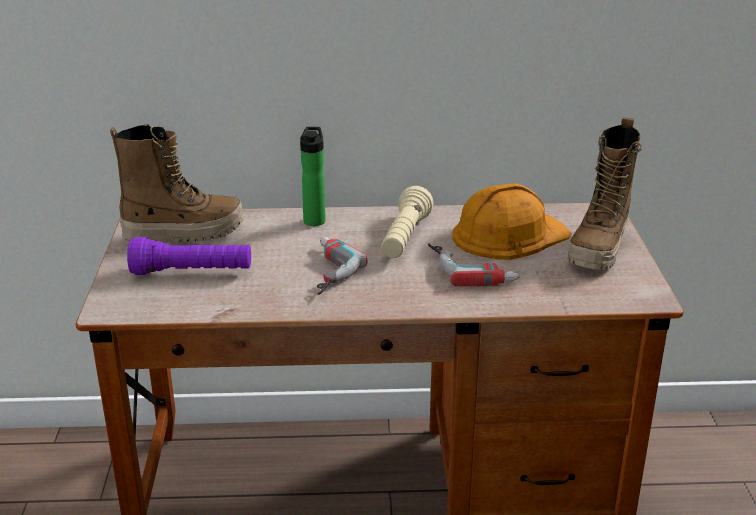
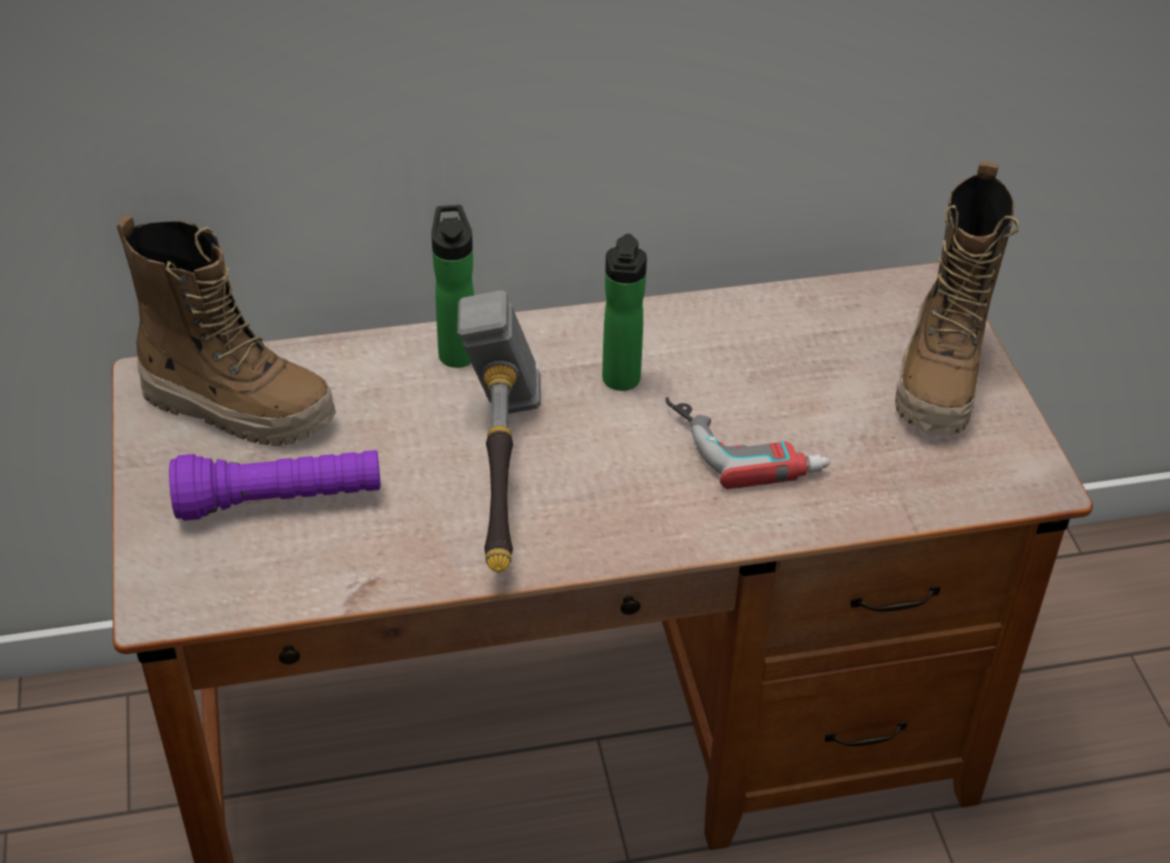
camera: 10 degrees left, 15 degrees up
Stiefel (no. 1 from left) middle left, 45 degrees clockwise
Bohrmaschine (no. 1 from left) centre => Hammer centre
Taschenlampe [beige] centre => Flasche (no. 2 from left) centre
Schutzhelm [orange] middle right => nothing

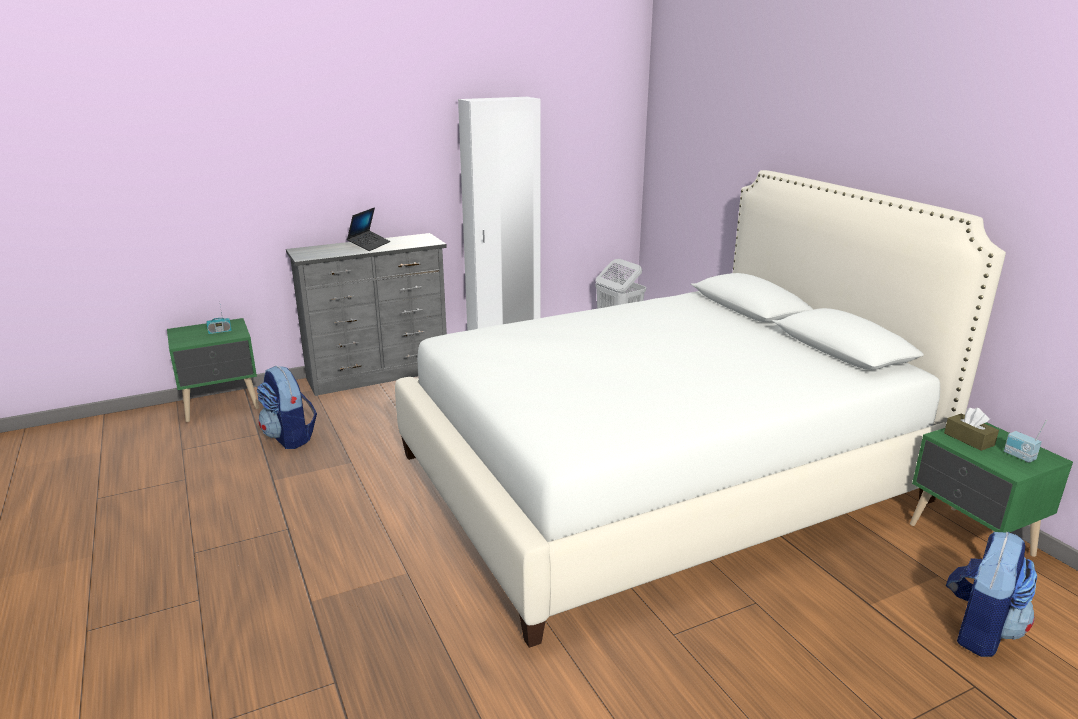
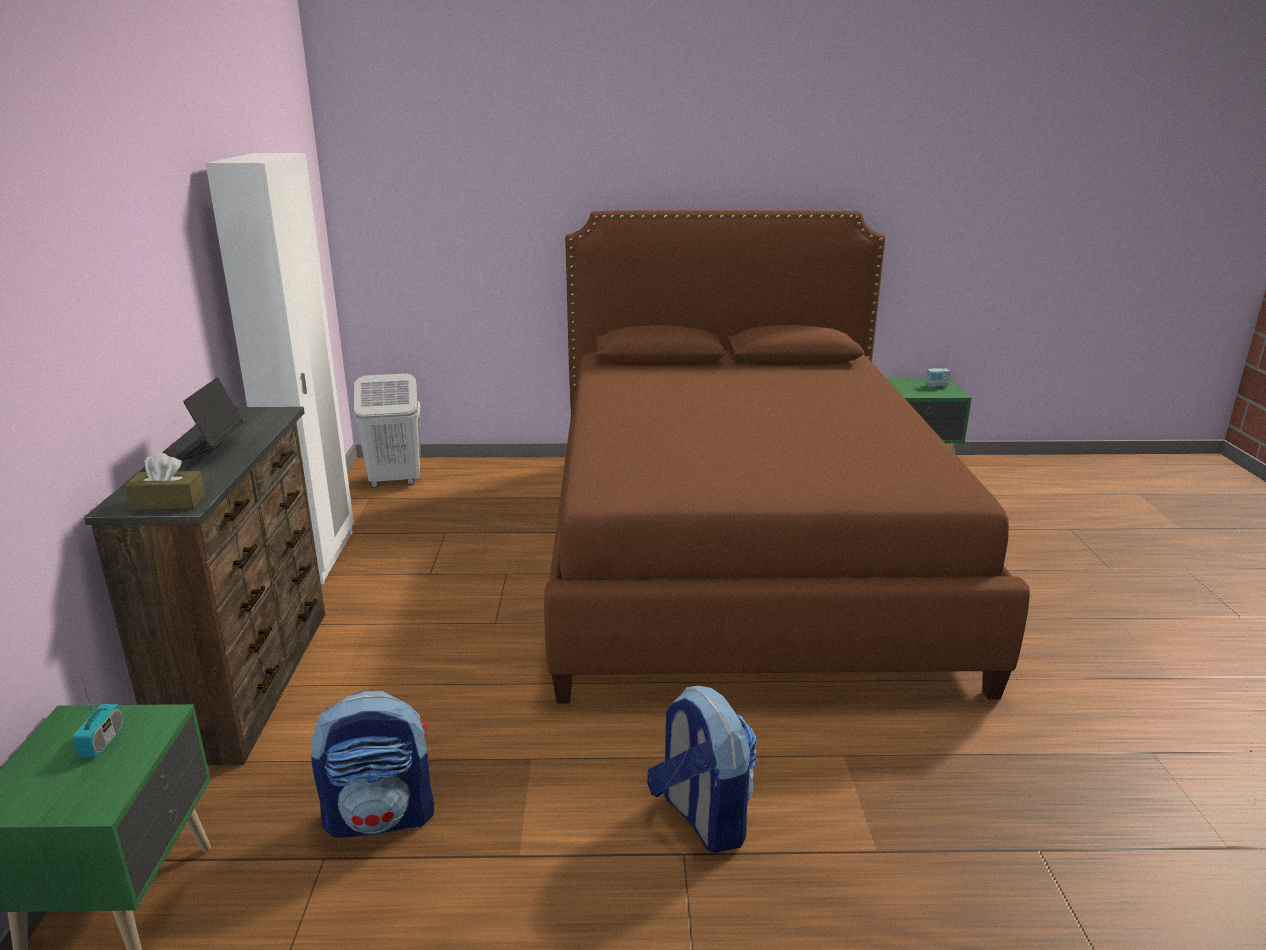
camera: 65 degrees left, 0 degrees up
Kommode [grau] centre => Kommode [braun] middle left
Laptop top centre => Laptop middle left, 135 degrees counterclockwise
Bett [weiß] centre => Bett [braun] centre
Taschentuchbox [braun] middle right => Taschentuchbox [braun] middle left, shifted
Rucksack (no. 2 from left) bottom right => Rucksack (no. 2 from left) bottom centre, shifted

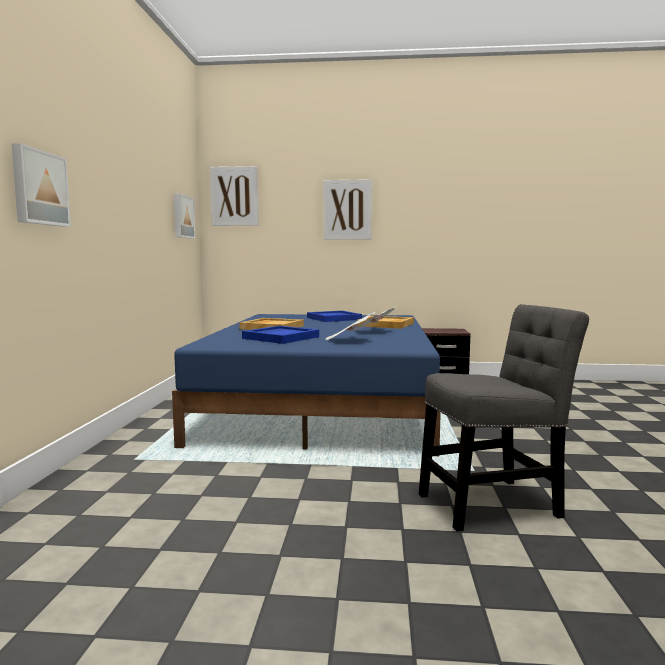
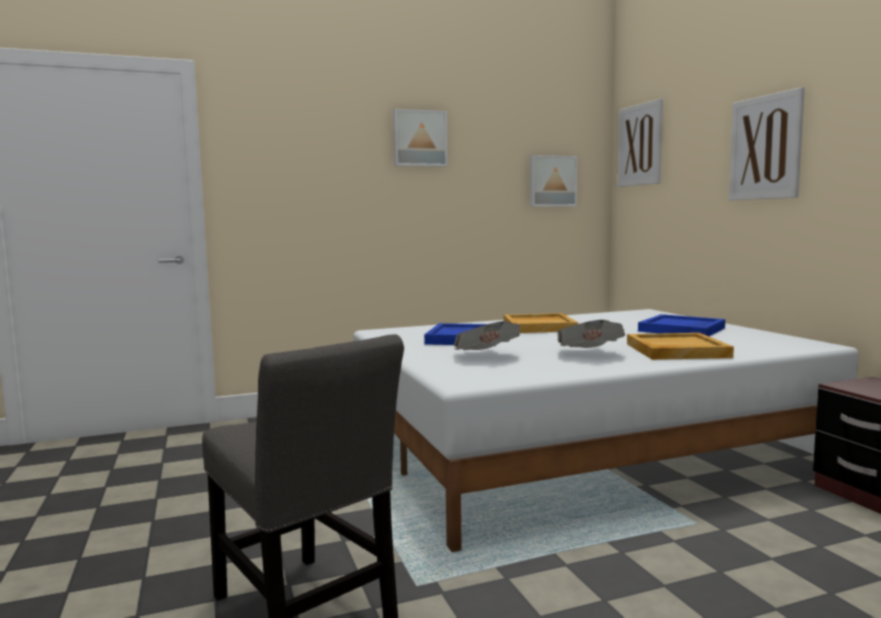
camera: 65 degrees right, 0 degrees up
Bild (no. 1 from left) top left => Bild (no. 1 from left) top centre, shifted
Bett [blau] centre => Bett [weiß] bottom right

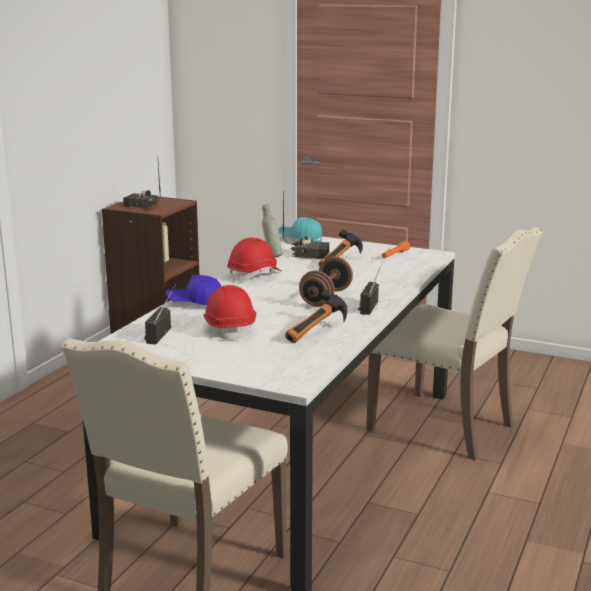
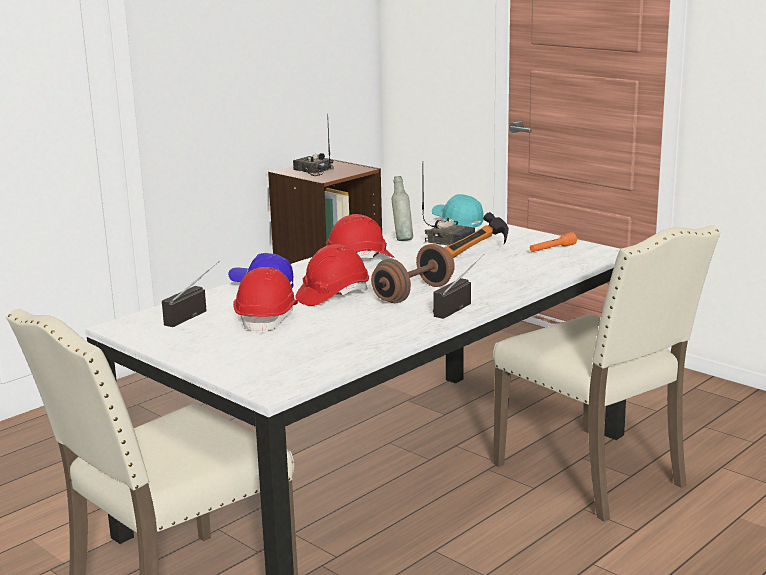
camera: 20 degrees right, 0 degrees up
Hammer (no. 1 from left) centre => nothing
nothing => Schutzhelm [rot] (no. 2 from left) centre

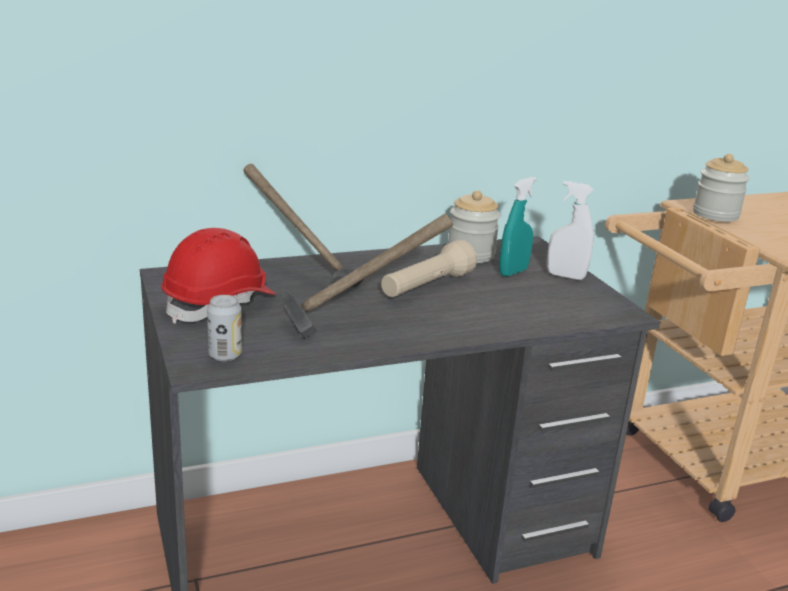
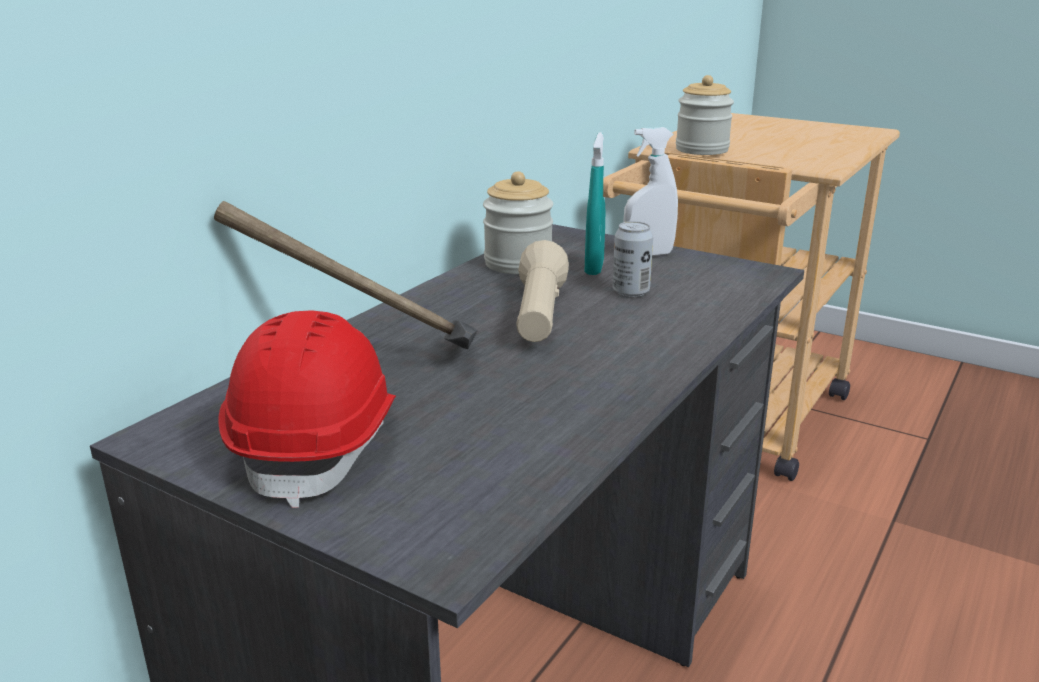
camera: 35 degrees left, 0 degrees up
Dose middle left => Dose centre, shifted
Hammer (no. 2 from left) centre => nothing

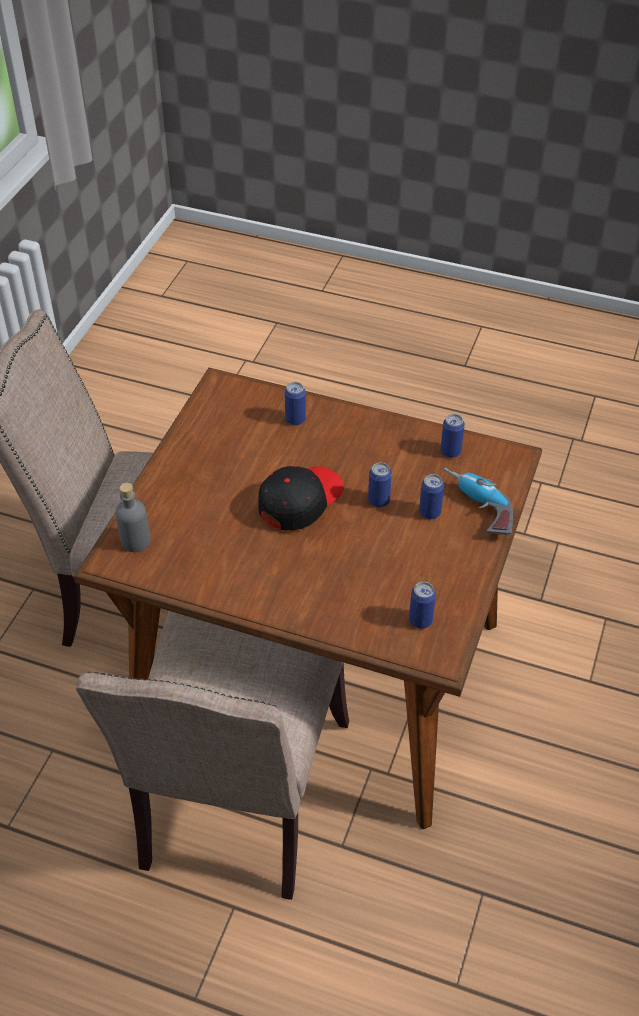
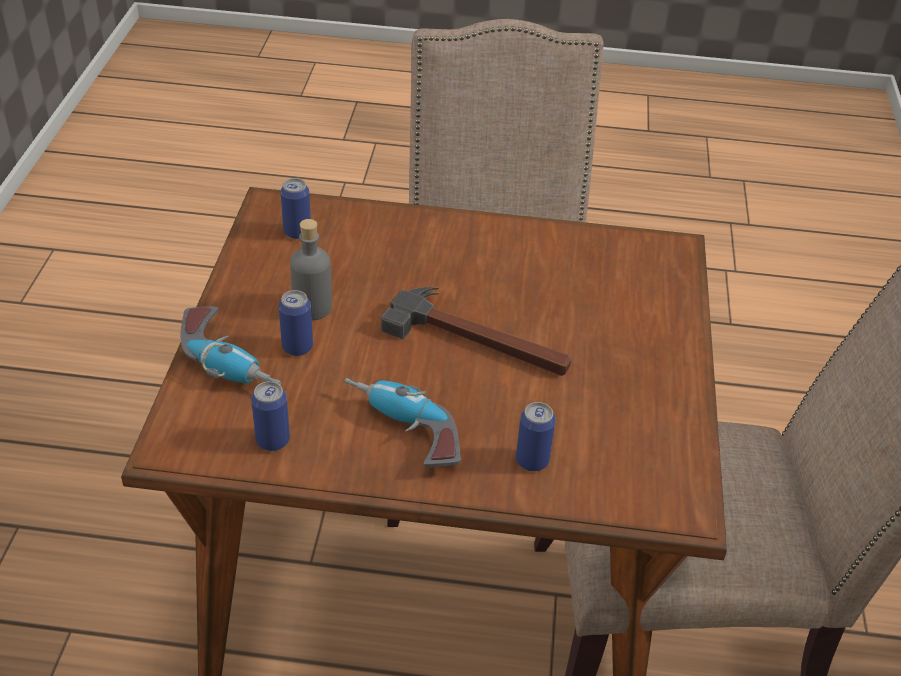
camera: 165 degrees right, 5 degrees down
Flasche [grau] middle left => Flasche [grau] centre, shifted
Kappe [schwarz] centre => Hammer centre
Dose (no. 2 from left) centre => nothing
nothing => Bohrmaschine (no. 2 from left) centre

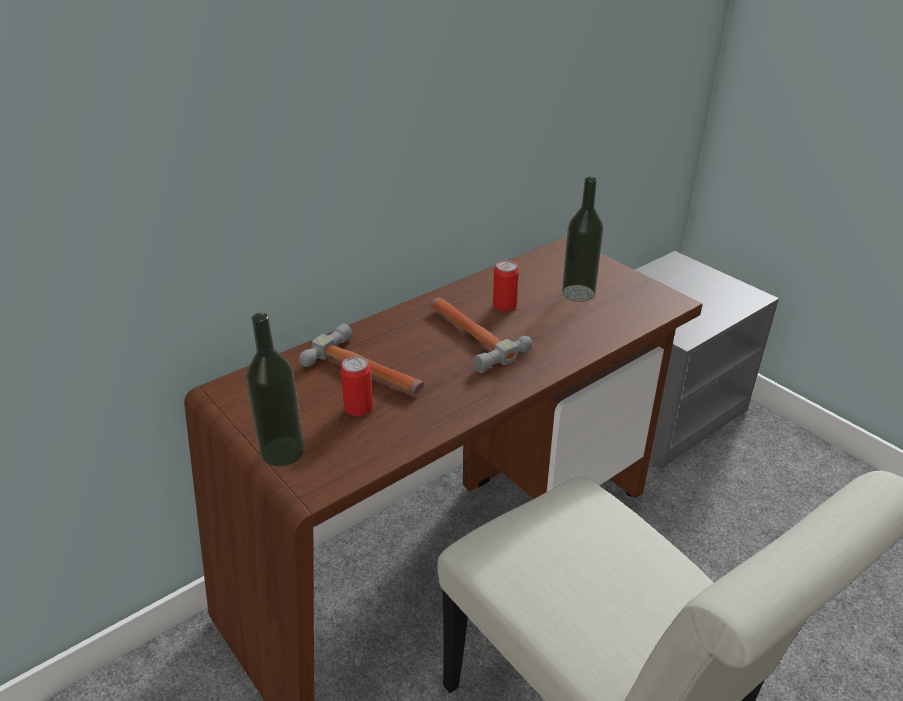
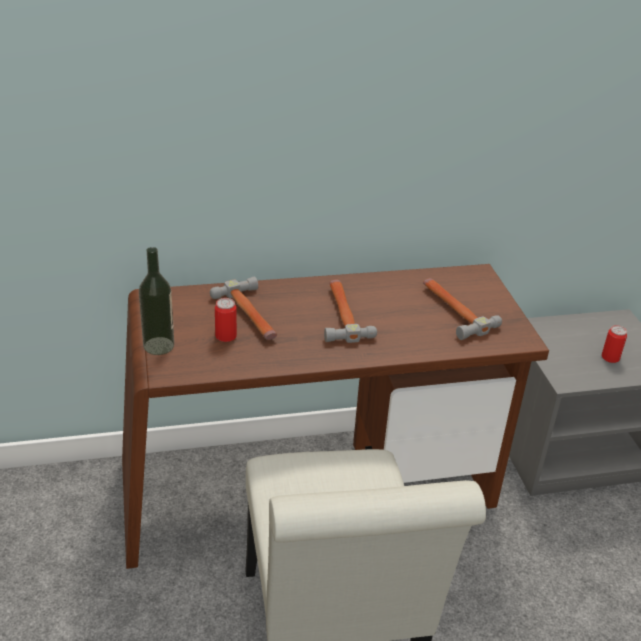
camera: 25 degrees right, 0 degrees up
Dose (no. 2 from left) centre => Dose (no. 2 from left) middle right, shifted
Flasche (no. 2 from left) centre => Hammer (no. 3 from left) middle right

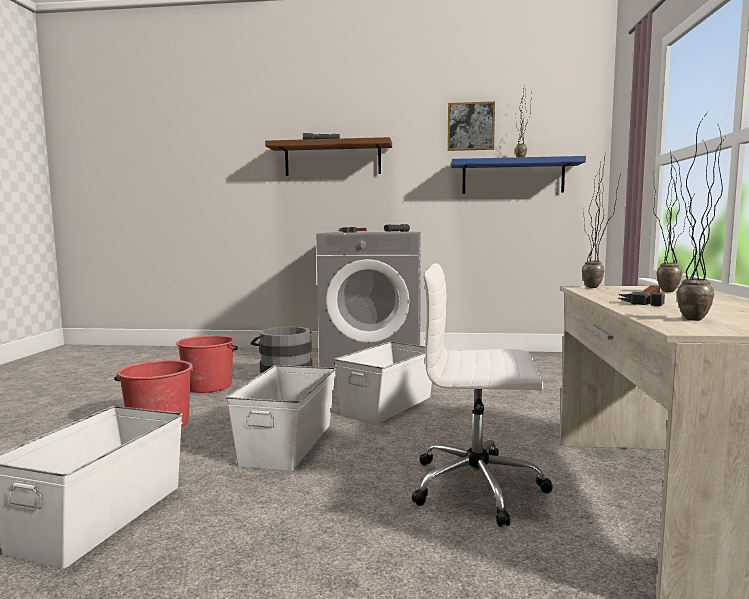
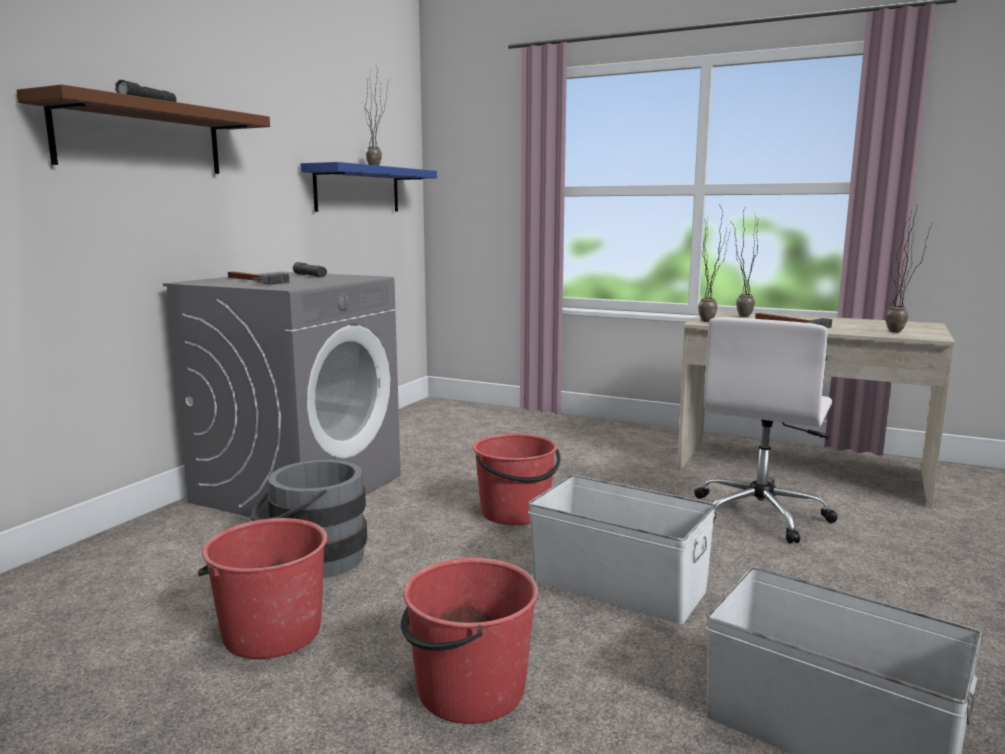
camera: 70 degrees left, 5 degrees up
Aufbewahrungsbox [weiß] (no. 3 from left) centre => Eimer [rot] (no. 3 from left) centre
Bild top centre => nothing

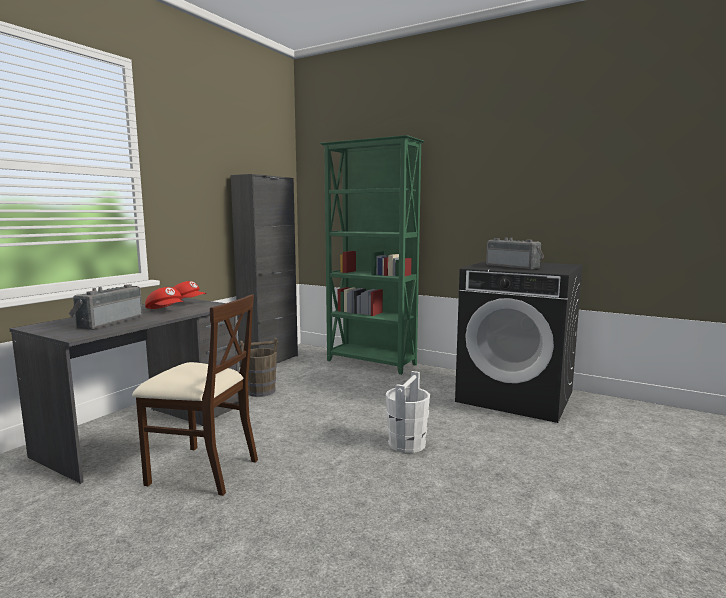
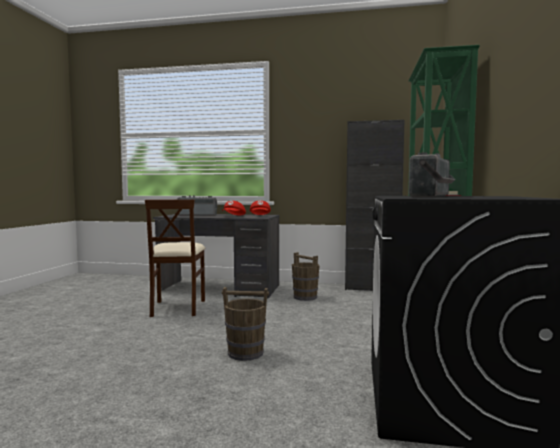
camera: 70 degrees right, 5 degrees down
Eimer [weiß] bottom centre => Eimer [braun] (no. 1 from left) bottom centre

